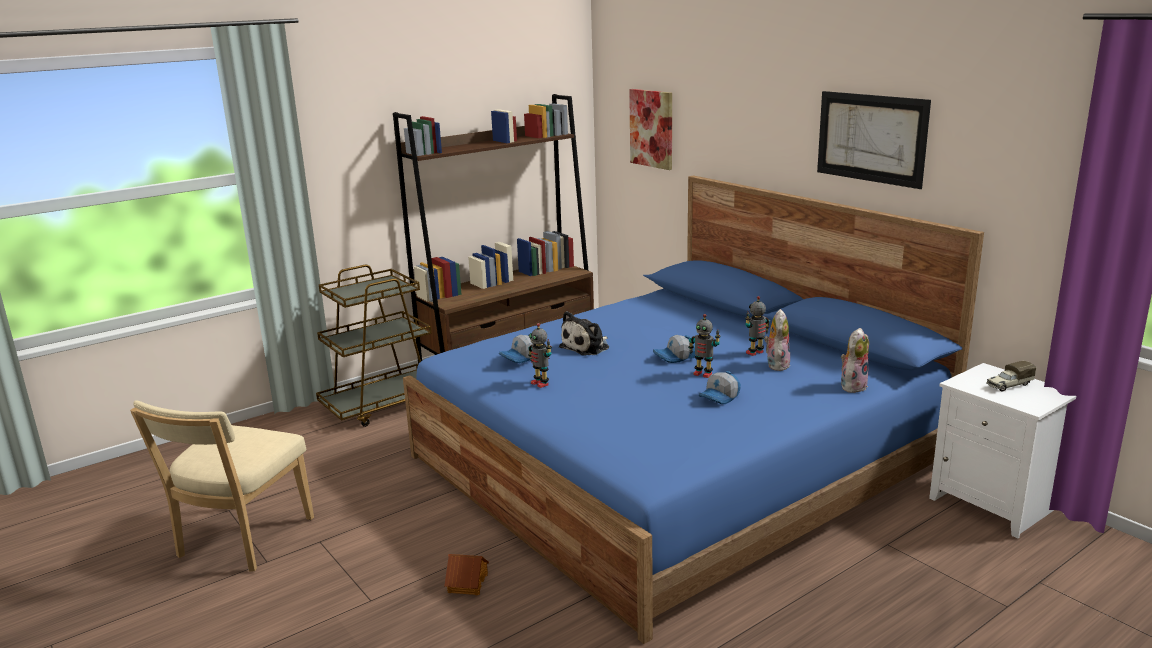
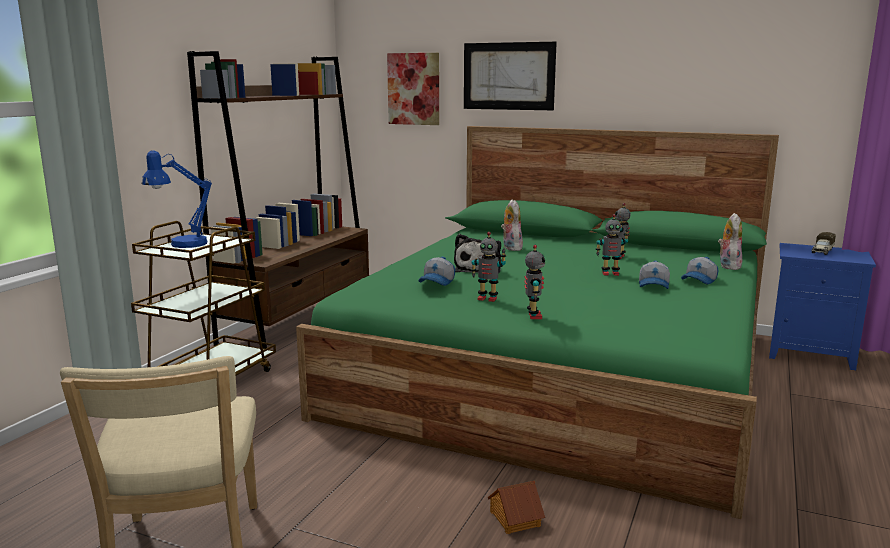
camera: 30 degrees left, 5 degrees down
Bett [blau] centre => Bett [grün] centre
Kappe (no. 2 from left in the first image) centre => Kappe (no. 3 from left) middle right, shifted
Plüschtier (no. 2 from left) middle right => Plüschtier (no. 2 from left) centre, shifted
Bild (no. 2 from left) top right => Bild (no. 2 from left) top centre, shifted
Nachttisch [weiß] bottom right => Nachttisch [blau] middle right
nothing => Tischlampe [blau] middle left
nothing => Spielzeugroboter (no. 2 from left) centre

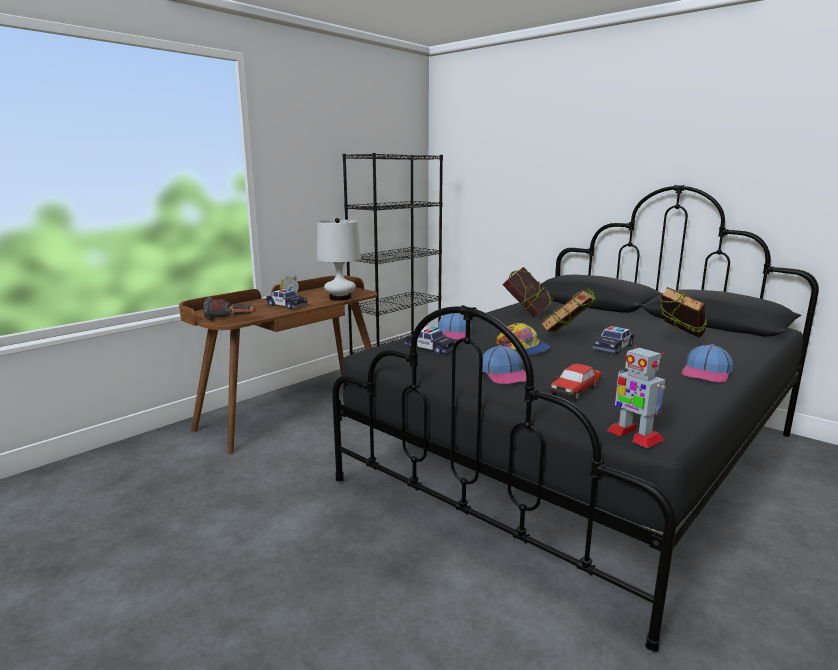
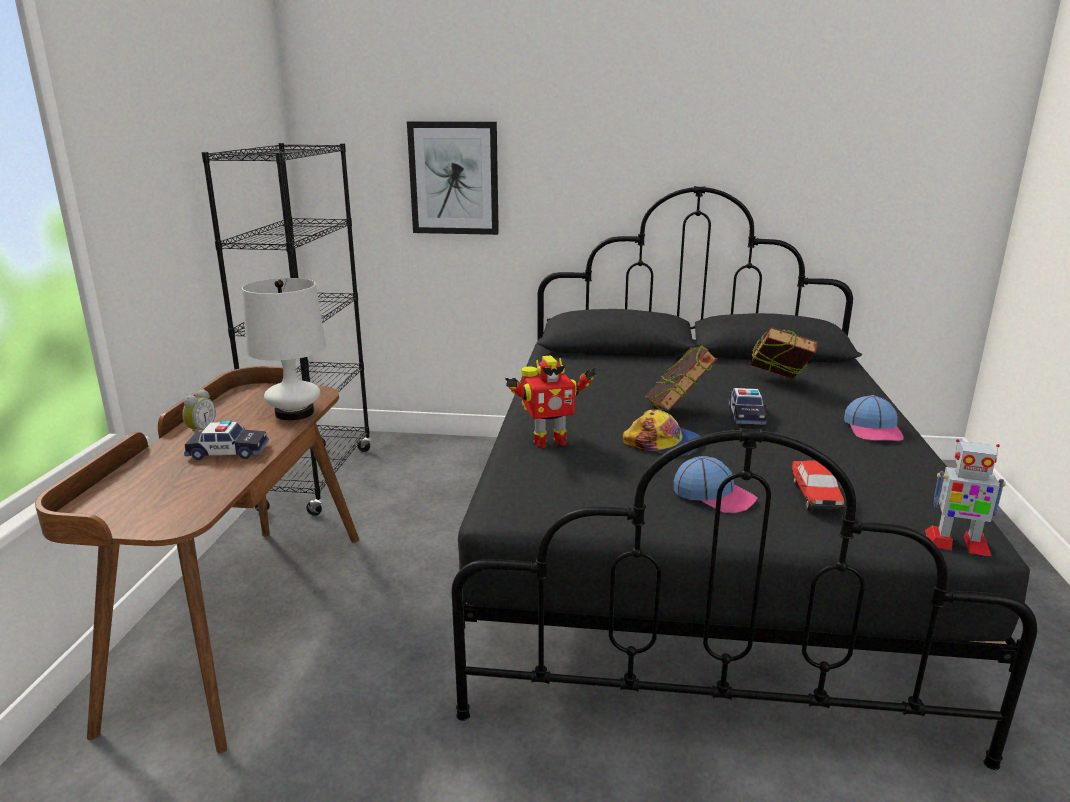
camera: 35 degrees left, 5 degrees up
Taschenlampe middle left => nothing
Spielzeugauto (no. 2 from left) centre => nothing
Kappe (no. 1 from left) centre => Spielzeugroboter (no. 1 from left) centre
Buch (no. 1 from left) centre => nothing
nothing => Bild top centre

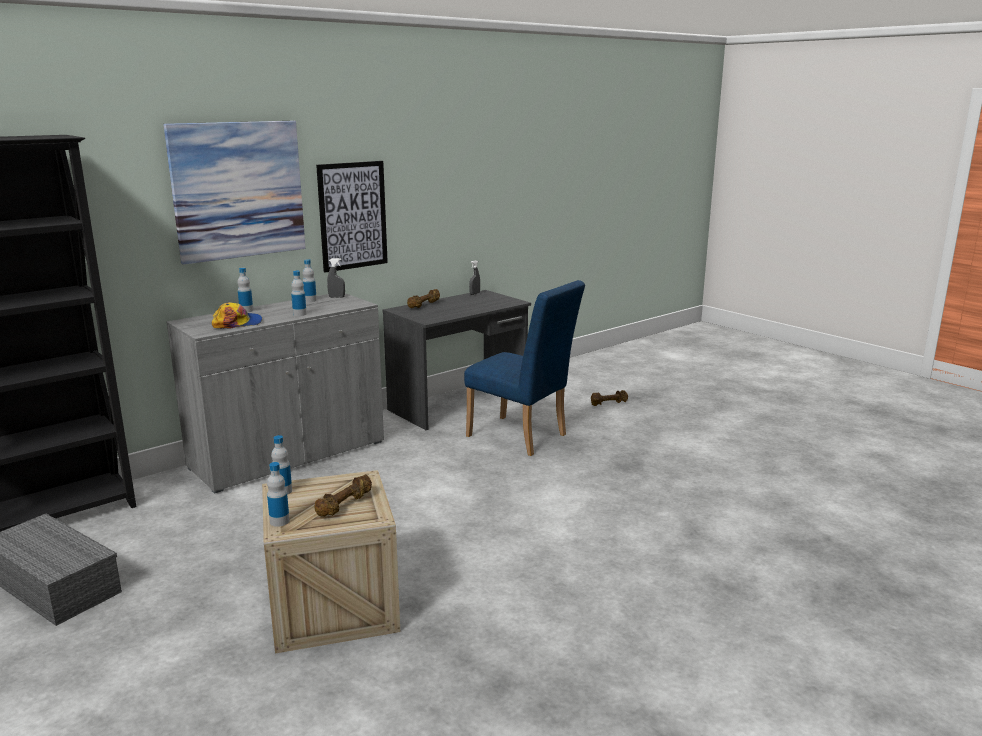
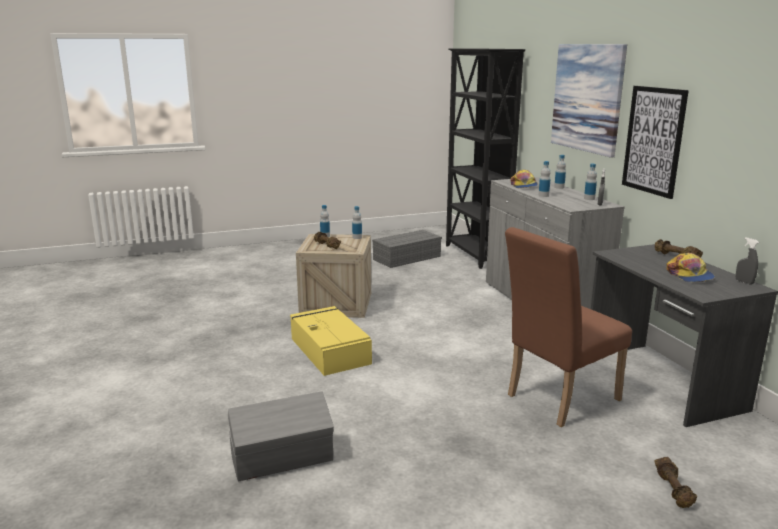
camera: 110 degrees right, 0 degrees up
Stuhl [blau] centre => Stuhl [braun] middle right
nothing => Aufbewahrungsbox [grau] (no. 1 from left) bottom centre
nothing => Aufbewahrungsbox [gelb] centre
nothing => Kappe (no. 2 from left) middle right

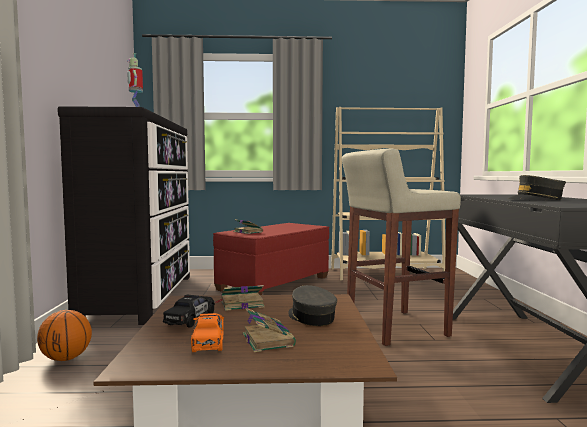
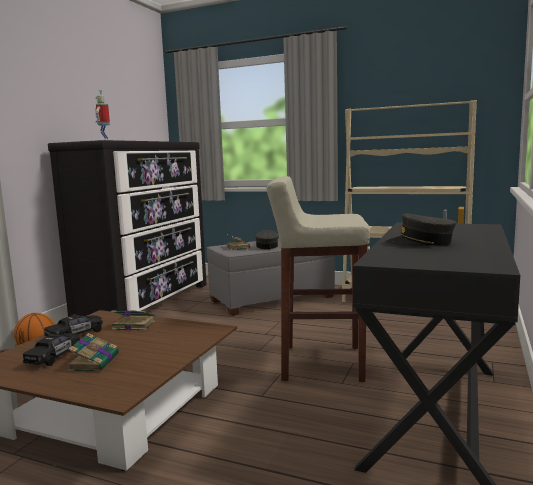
camera: 25 degrees right, 5 degrees up
Spielzeugauto [orange] bottom centre => Spielzeugauto [schwarz] (no. 1 from left) bottom left
Polsterhocker [rot] centre => Polsterhocker [grau] centre
Kappe [grau] (no. 1 from left) bottom centre => Kappe [grau] (no. 1 from left) centre, shifted

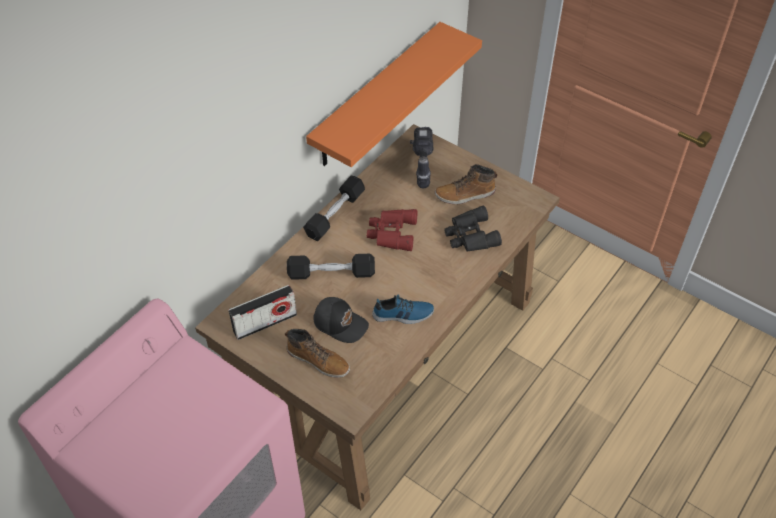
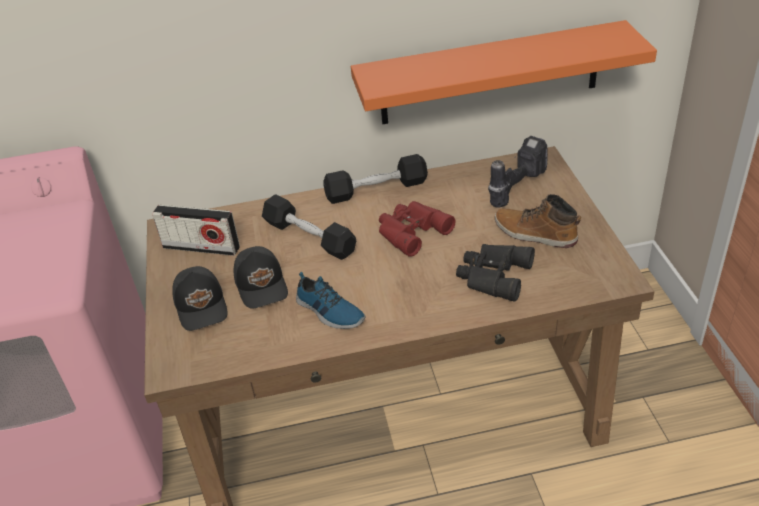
camera: 45 degrees right, 10 degrees down
Stiefel (no. 1 from left) bottom centre => Kappe [schwarz] (no. 1 from left) middle left

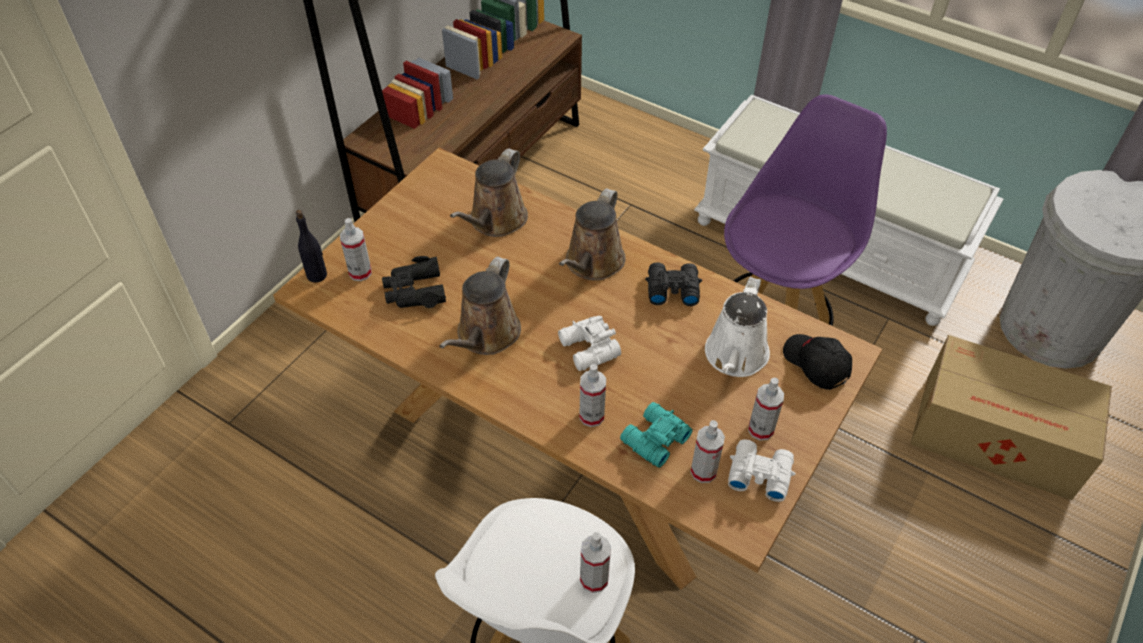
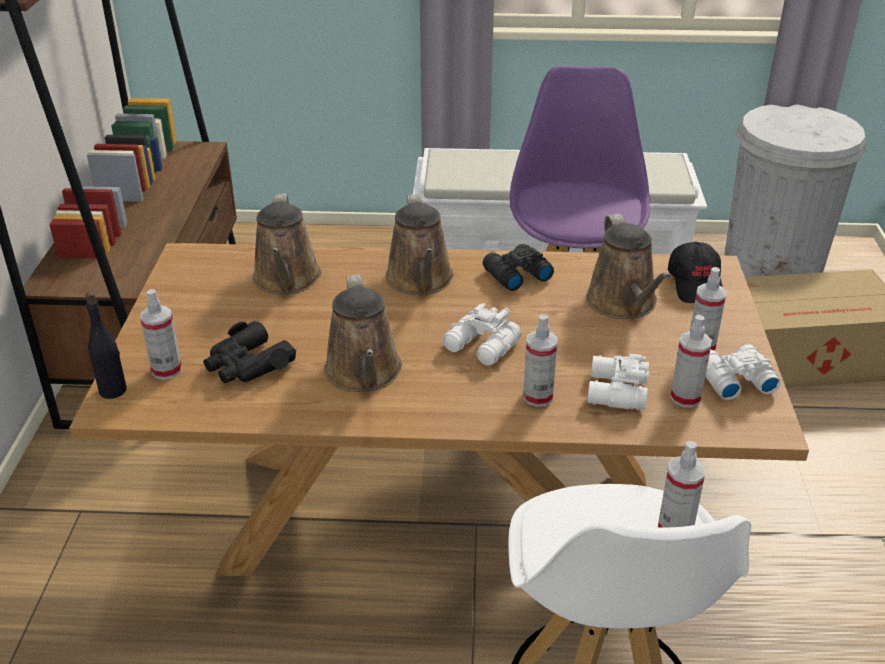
camera: 30 degrees left, 15 degrees down
Fernglas [türkis] bottom centre => Fernglas [weiß] (no. 2 from left) middle right
Gießkanne [weiß] centre => Gießkanne [braun] (no. 4 from left) middle right
Kappe [schwarz] middle right, 120 degrees counterclockwise

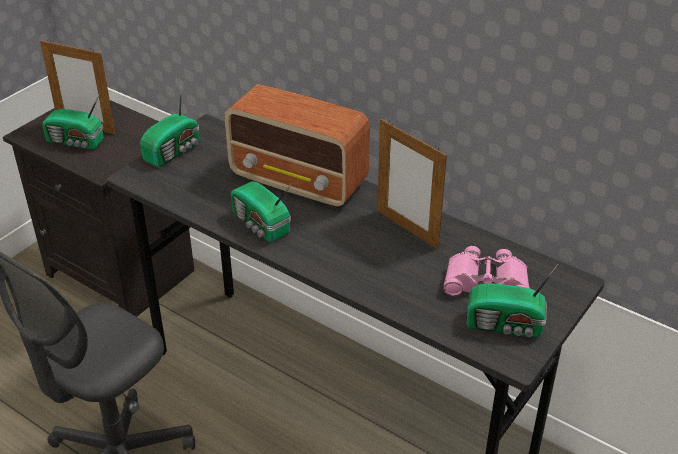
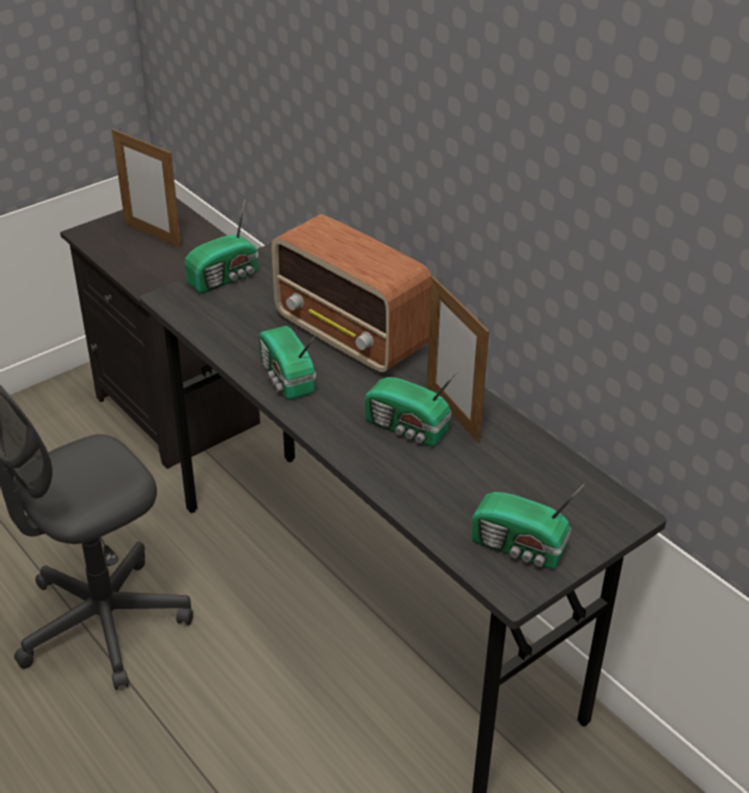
camera: 15 degrees right, 0 degrees up
Radio (no. 1 from left in the first image) top left => Radio (no. 4 from left) centre, shifted
Fernglas [rosa] middle right => nothing

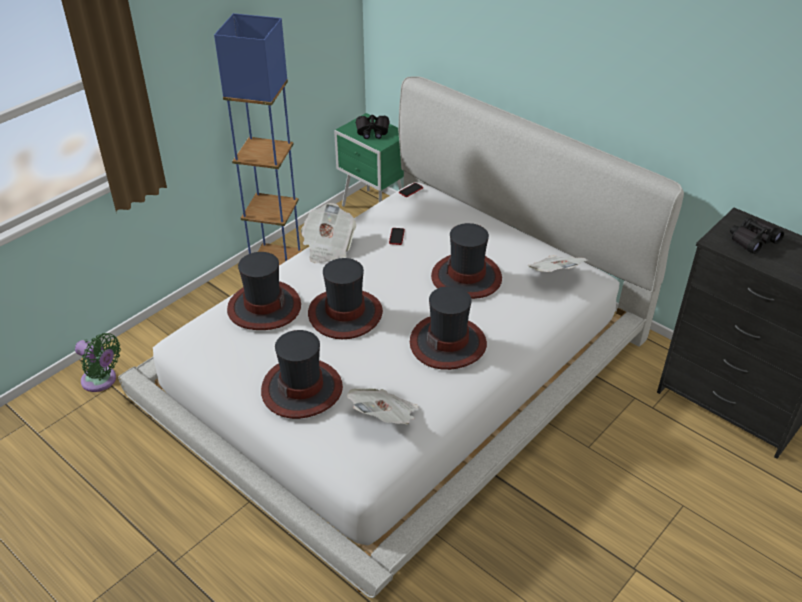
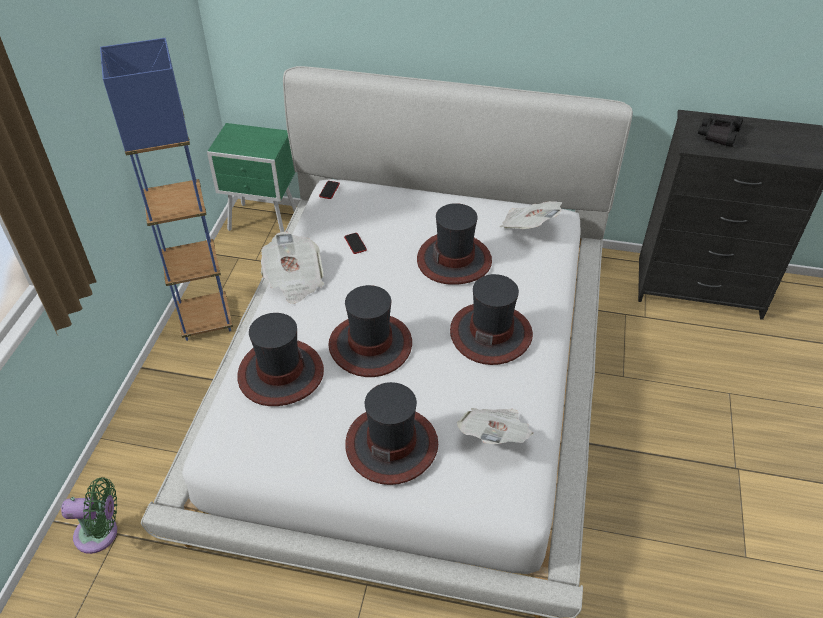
camera: 30 degrees left, 5 degrees up
Fernglas [schwarz] (no. 1 from left) top centre => nothing

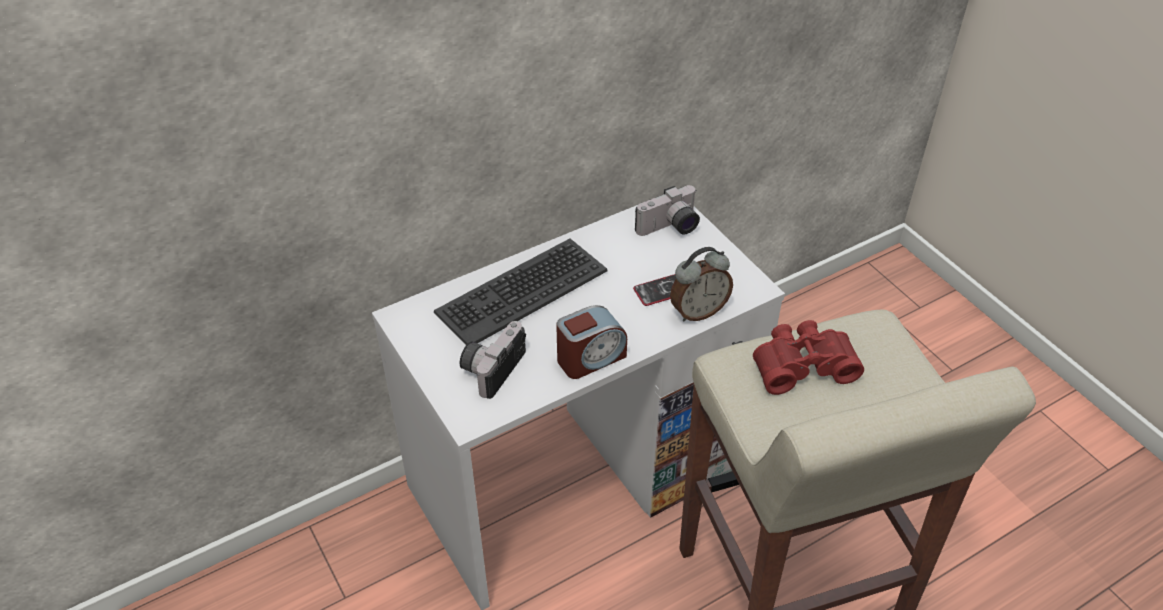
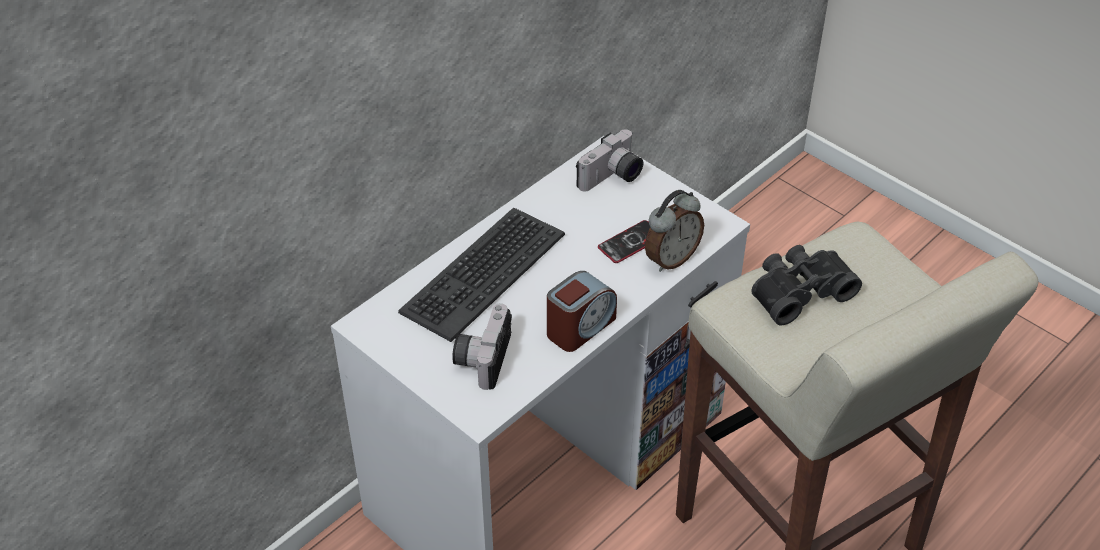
camera: 15 degrees left, 0 degrees up
Fernglas [rot] middle right => Fernglas [schwarz] middle right

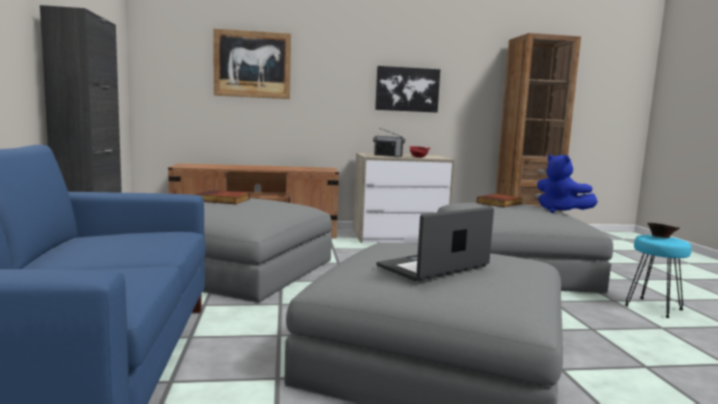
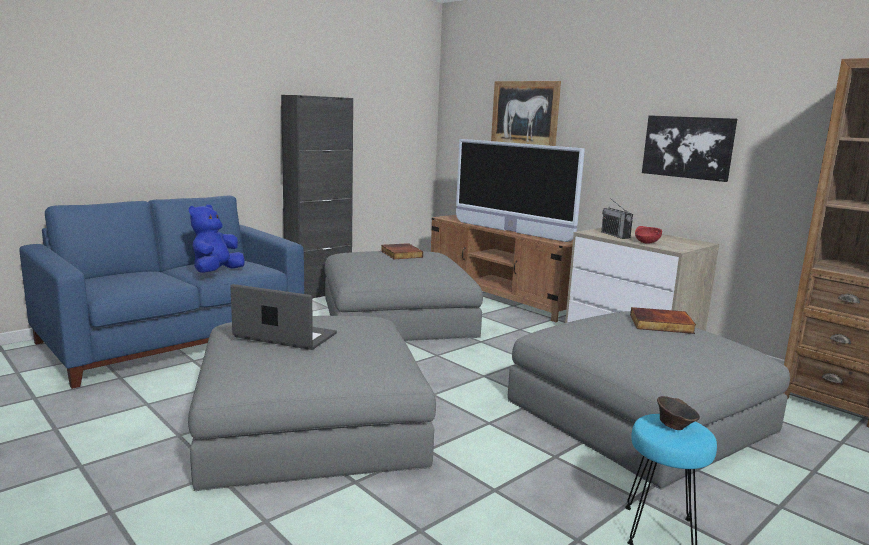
camera: 55 degrees right, 5 degrees up
Plüschtier [blau] middle right => Plüschtier [blau] middle left, shifted
nothing => Fernseher centre

